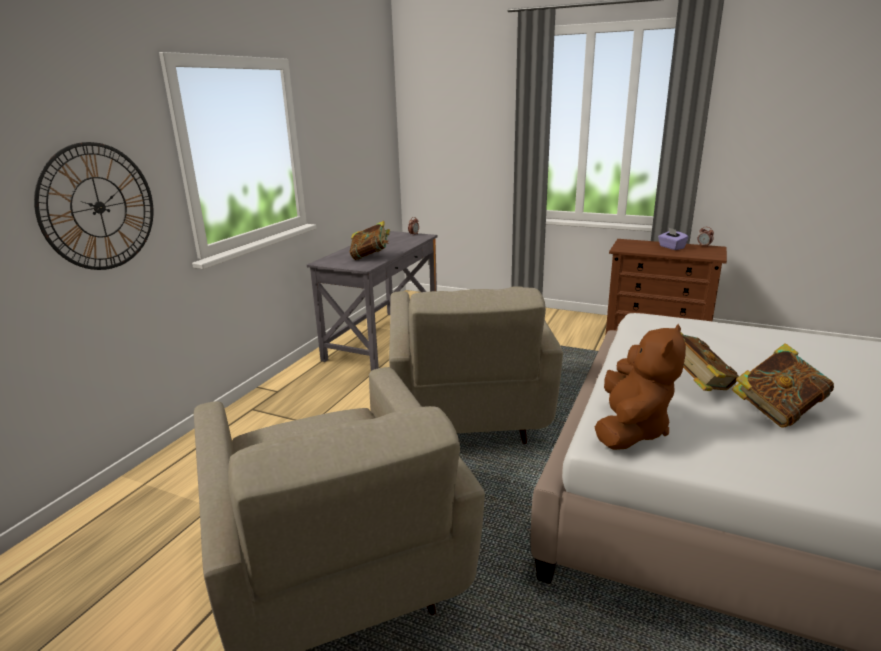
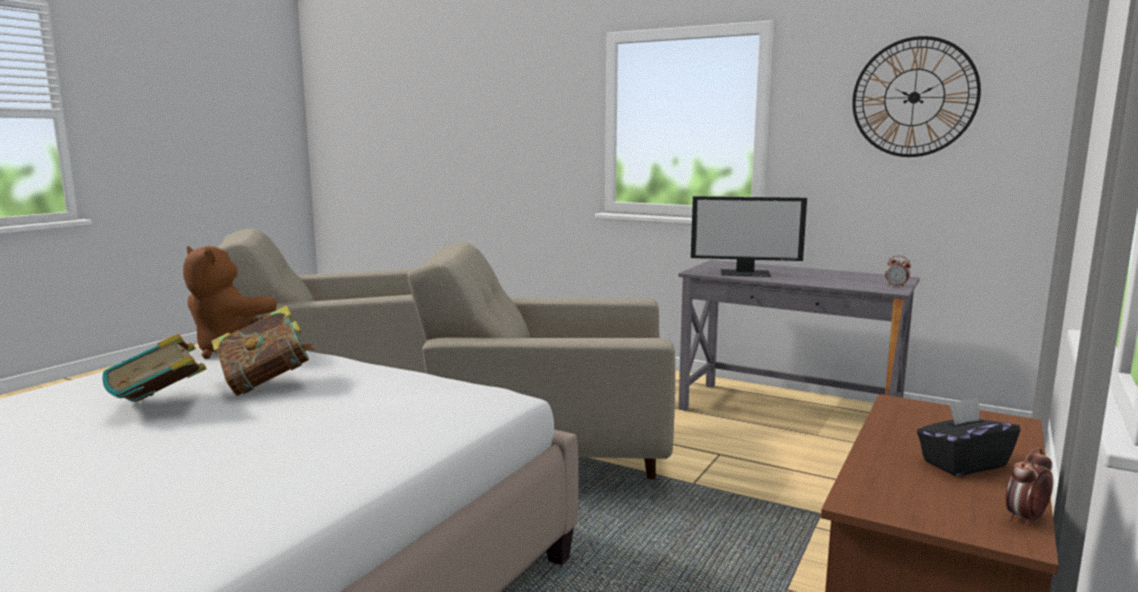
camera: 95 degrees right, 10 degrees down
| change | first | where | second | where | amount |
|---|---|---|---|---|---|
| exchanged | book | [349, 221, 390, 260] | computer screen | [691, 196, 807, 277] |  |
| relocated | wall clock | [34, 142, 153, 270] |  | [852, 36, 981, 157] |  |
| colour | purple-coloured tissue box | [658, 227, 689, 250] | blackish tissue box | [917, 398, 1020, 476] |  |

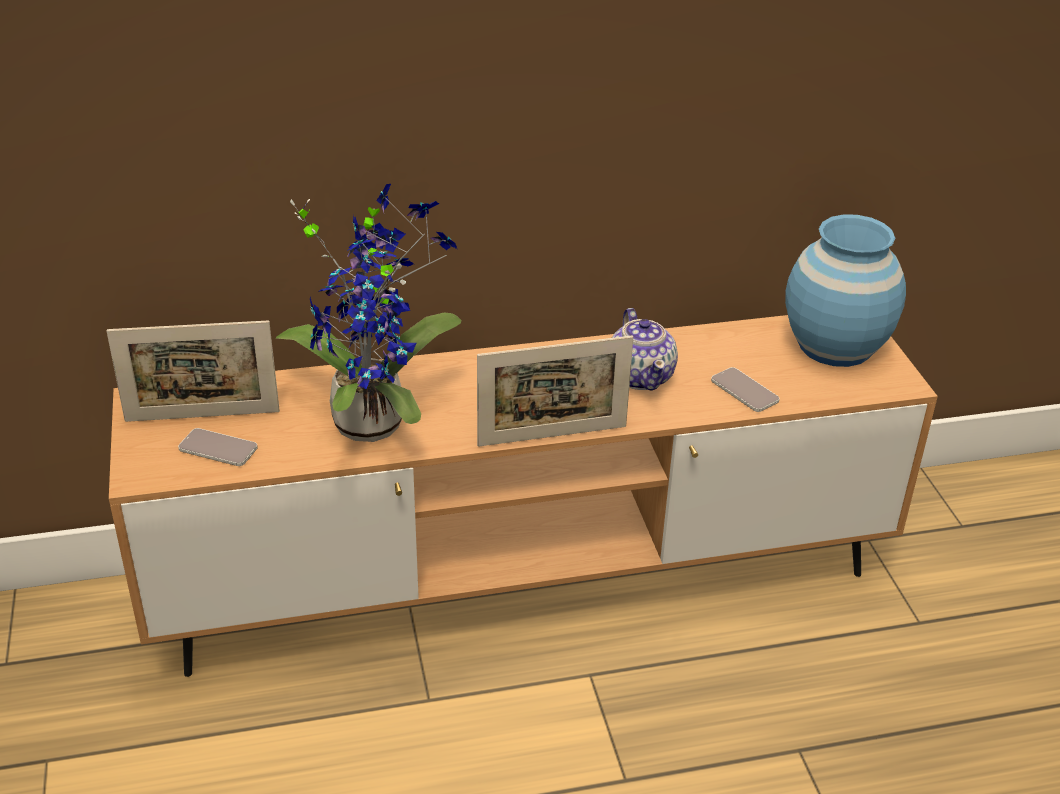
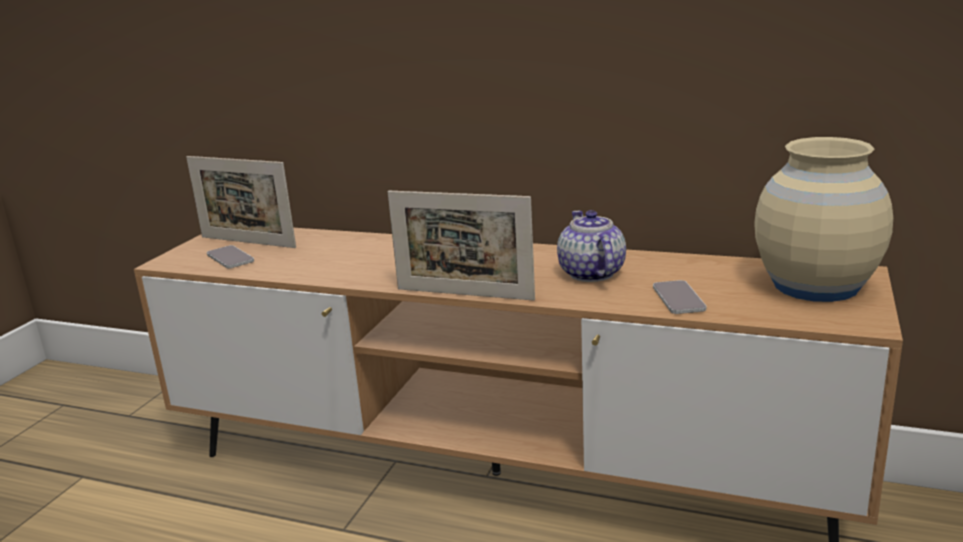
camera: 35 degrees right, 15 degrees down
| change | first | where | second | where | amount |
|---|---|---|---|---|---|
| spun | teapot | [612, 308, 678, 391] |  | [557, 210, 626, 282] | 150 degrees clockwise |
| colour | bluish flower vase | [785, 214, 906, 367] | beige-coloured flower vase | [754, 137, 893, 302] |  |
| missing | plant in a pot | [276, 184, 461, 442] |  |  |  |

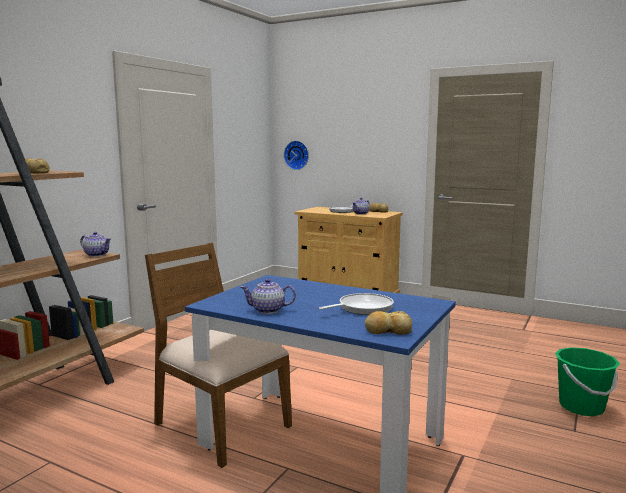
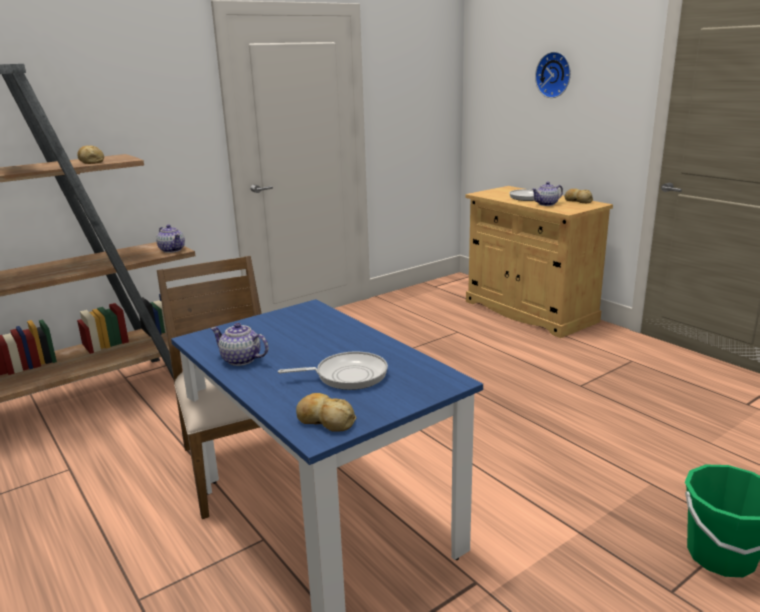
camera: 25 degrees right, 10 degrees up
| change | first | where | second | where | amount |
|---|---|---|---|---|---|
| relocated | wall clock | [284, 141, 309, 170] |  | [535, 51, 571, 98] |  |

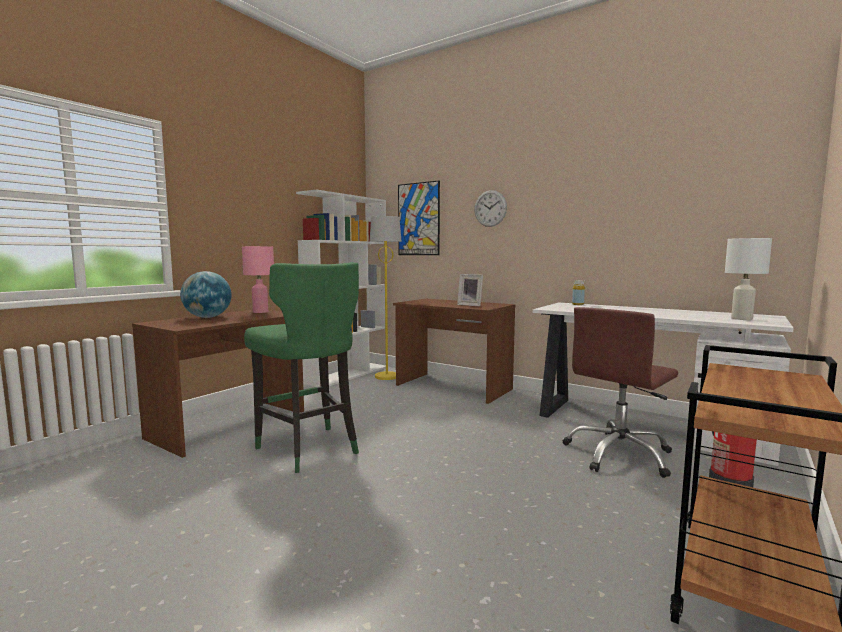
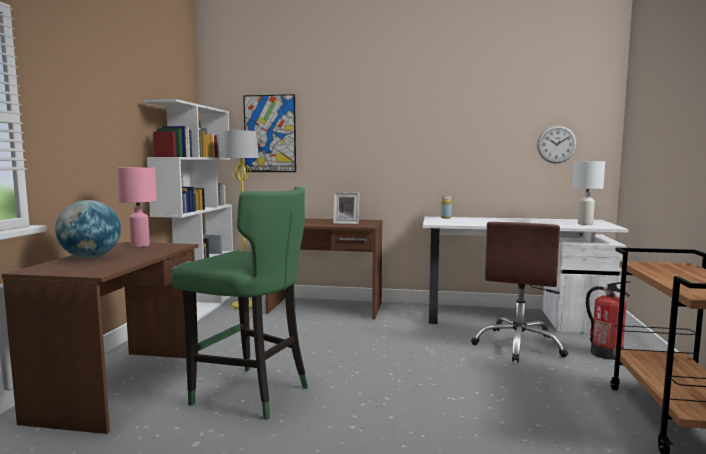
camera: 25 degrees left, 0 degrees up
| change | first | where | second | where | amount |
|---|---|---|---|---|---|
| relocated | wall clock | [474, 190, 507, 227] |  | [537, 125, 577, 164] |  |

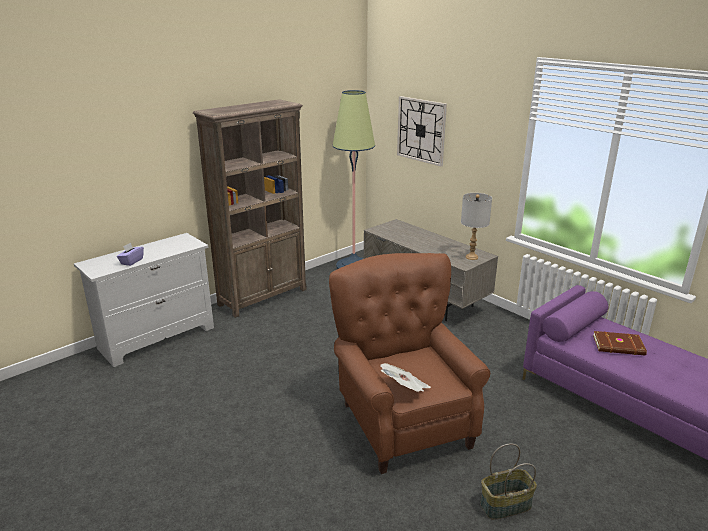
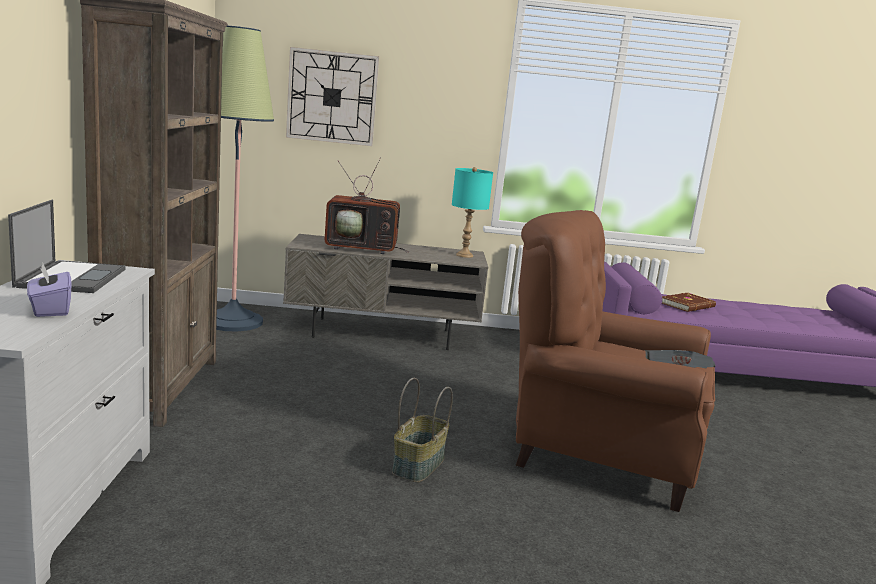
camera: 50 degrees left, 10 degrees down
| change | first | where | second | where | amount |
|---|---|---|---|---|---|
| appeared |  |  | notebook computer | [8, 200, 126, 293] |  |
| appeared |  |  | TV set | [325, 158, 409, 254] |  |
| relocated | basket | [480, 443, 537, 519] |  | [392, 378, 453, 482] |  |
| colour | grey tabletop lamp | [461, 193, 492, 260] | turquoise tabletop lamp | [452, 167, 493, 258] |  |

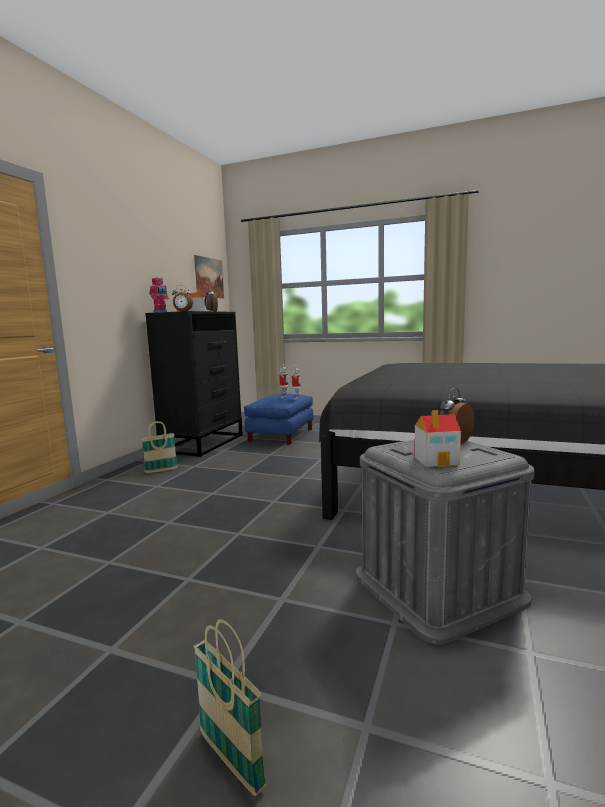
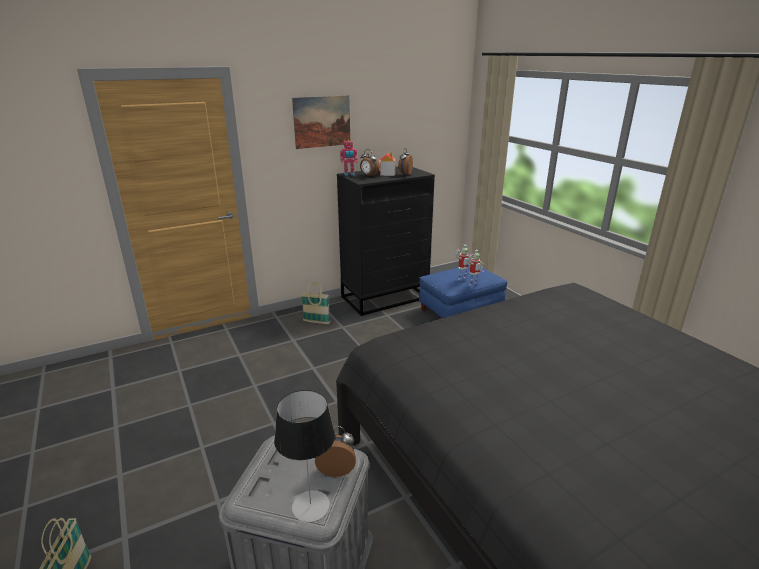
camera: 40 degrees right, 15 degrees up
| change | first | where | second | where | amount |
|---|---|---|---|---|---|
| appeared |  |  | tabletop lamp | [274, 390, 335, 522] |  |
| relocated | wall picture | [194, 255, 224, 298] |  | [292, 95, 350, 149] |  |
| missing | toy house | [414, 410, 461, 467] |  |  |  |

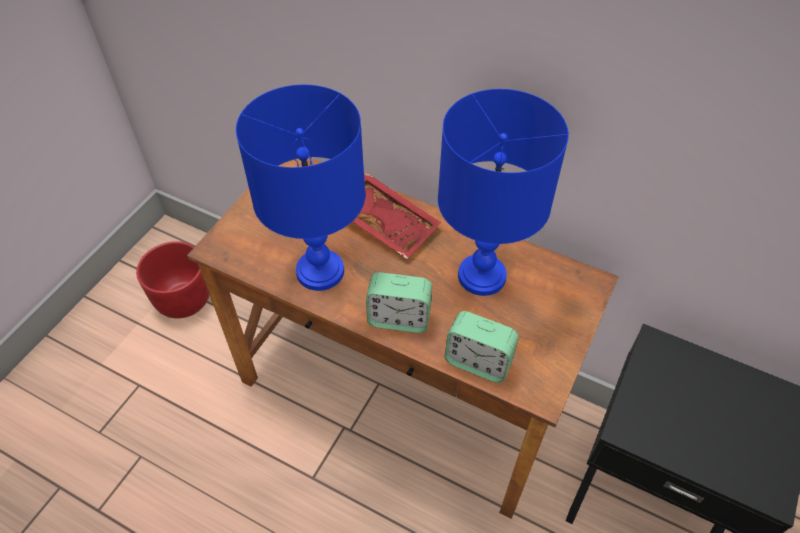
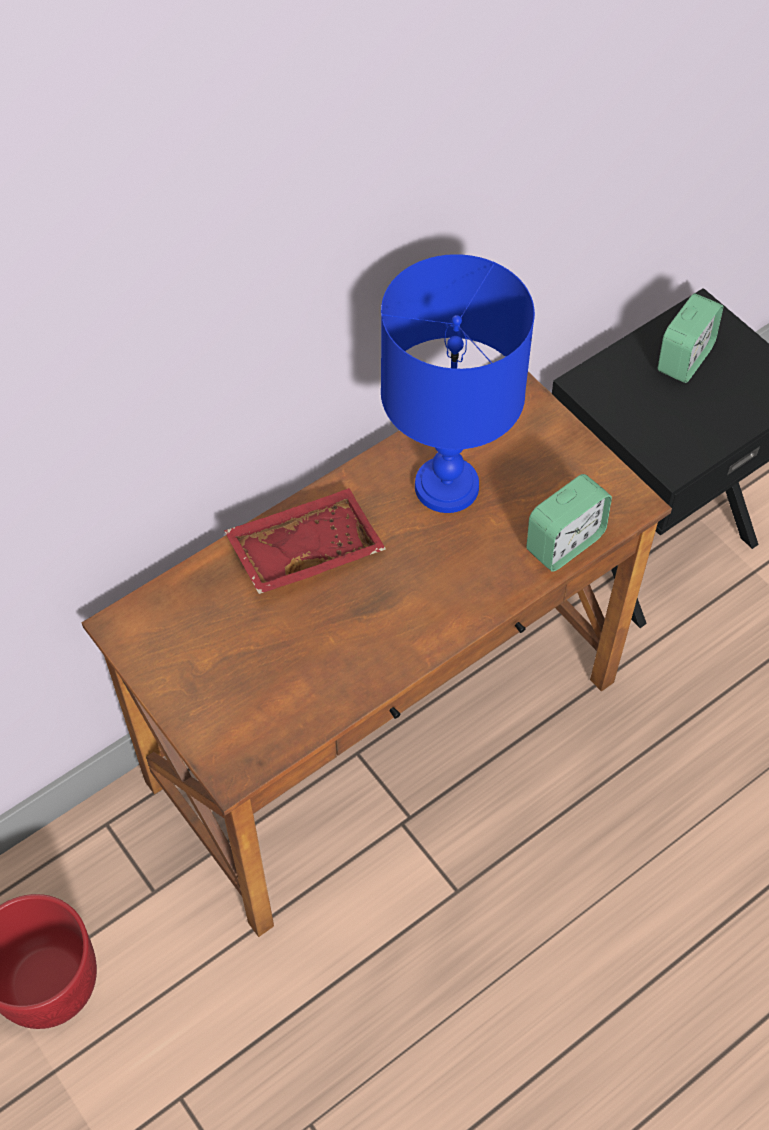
camera: 65 degrees left, 5 degrees up
| change | first | where | second | where | amount |
|---|---|---|---|---|---|
| relocated | alarm clock | [366, 272, 432, 333] |  | [658, 293, 723, 383] |  |
| missing | bluish tabletop lamp | [236, 85, 365, 291] |  |  |  |

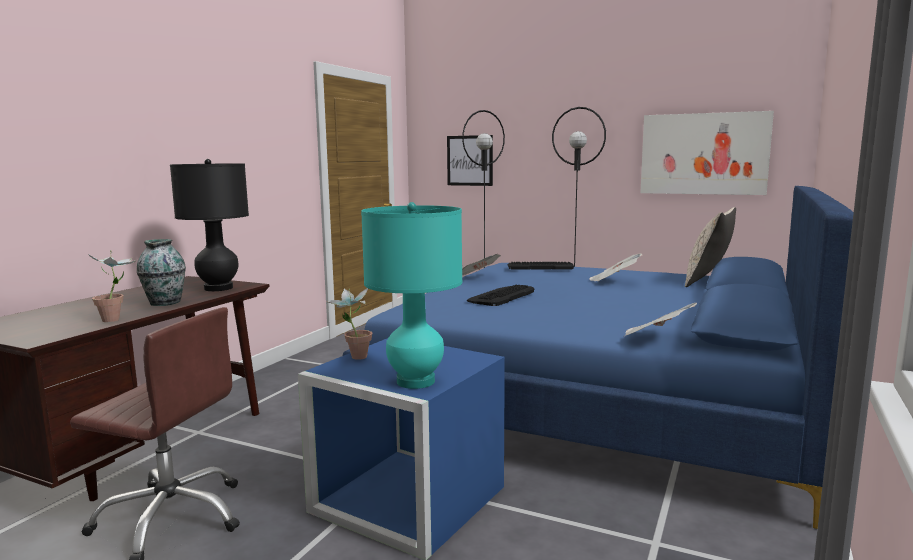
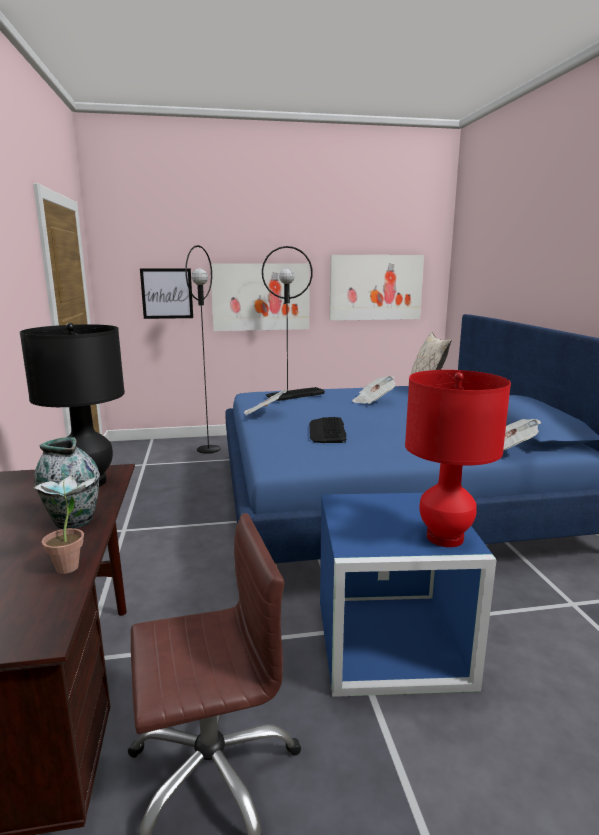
camera: 35 degrees left, 5 degrees up
| change | first | where | second | where | amount |
|---|---|---|---|---|---|
| appeared |  |  | wall picture | [211, 264, 310, 331] |  |
| colour | turquoise tabletop lamp | [361, 202, 463, 389] | red-coloured tabletop lamp | [405, 370, 511, 547] |  |
| missing | plant in a pot | [326, 288, 372, 360] |  |  |  |

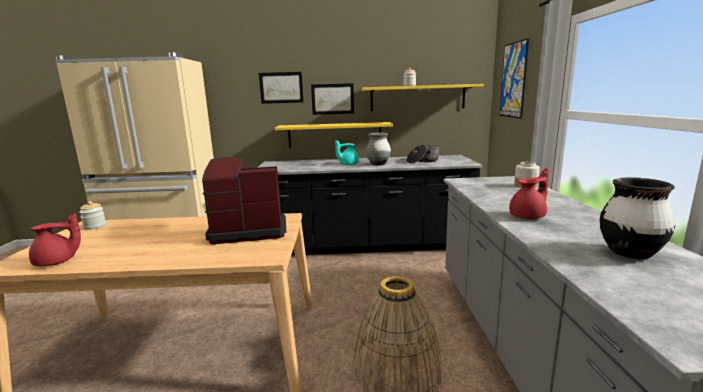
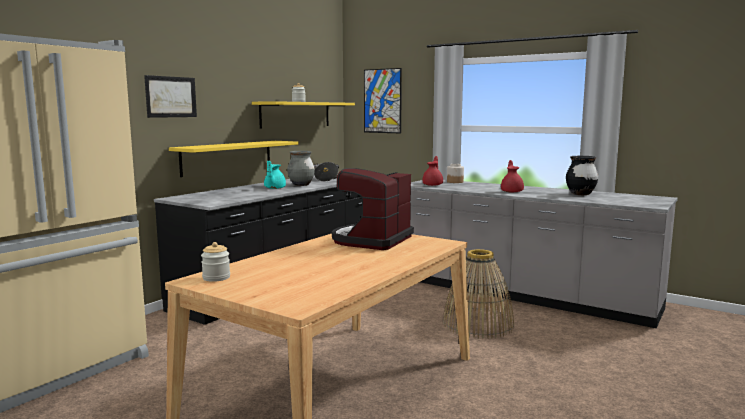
camera: 55 degrees left, 5 degrees down
| change | first | where | second | where | amount |
|---|---|---|---|---|---|
| relocated | red-coloured teapot | [29, 213, 81, 266] |  | [423, 156, 443, 186] |  |
| missing | wall picture | [311, 83, 354, 115] |  |  |  |

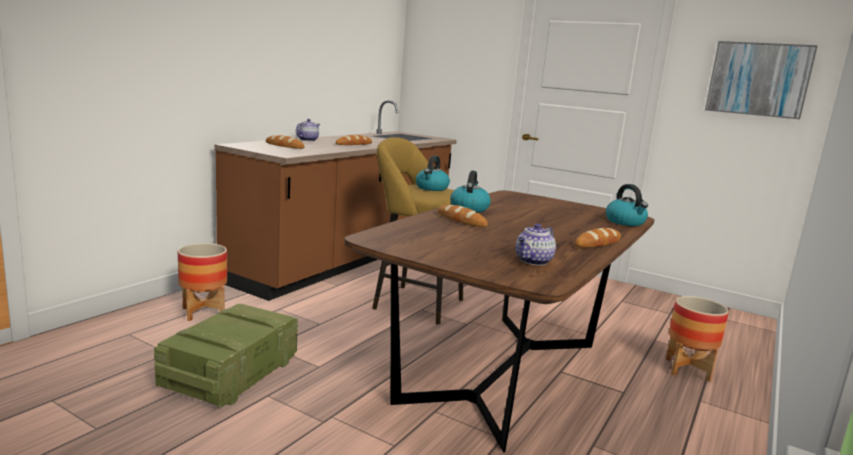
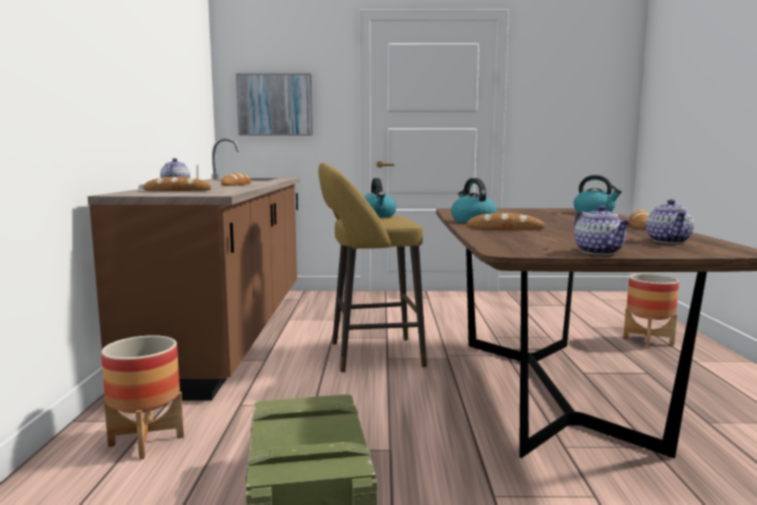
camera: 30 degrees left, 5 degrees down
| change | first | where | second | where | amount |
|---|---|---|---|---|---|
| relocated | wall picture | [705, 41, 818, 119] |  | [236, 74, 313, 135] |  |
| appeared |  |  | teapot | [574, 205, 630, 255] |  |

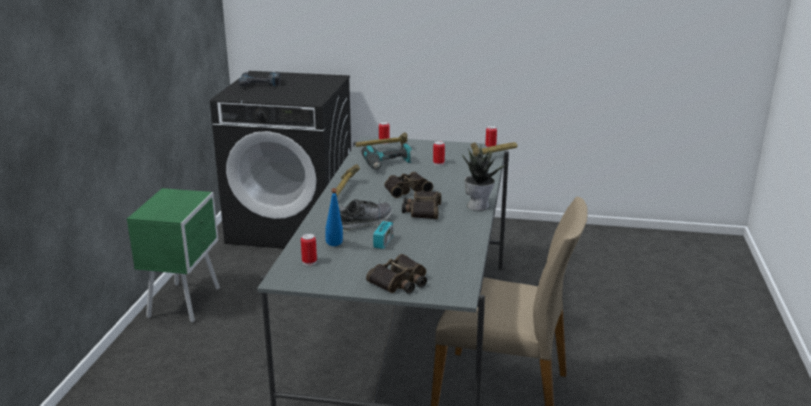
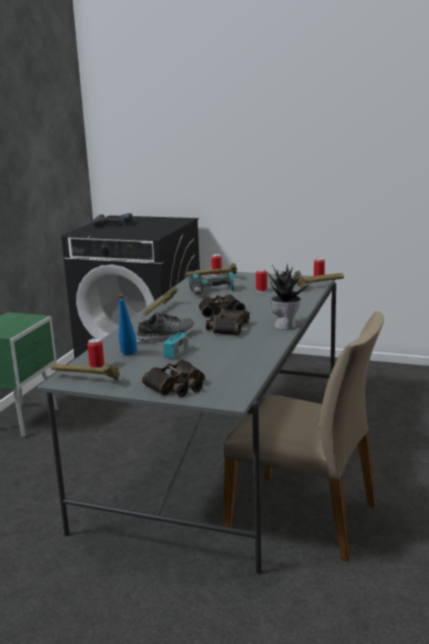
camera: 10 degrees right, 5 degrees down
| change | first | where | second | where | amount |
|---|---|---|---|---|---|
| appeared |  |  | tool hammer | [51, 363, 120, 381] |  |

